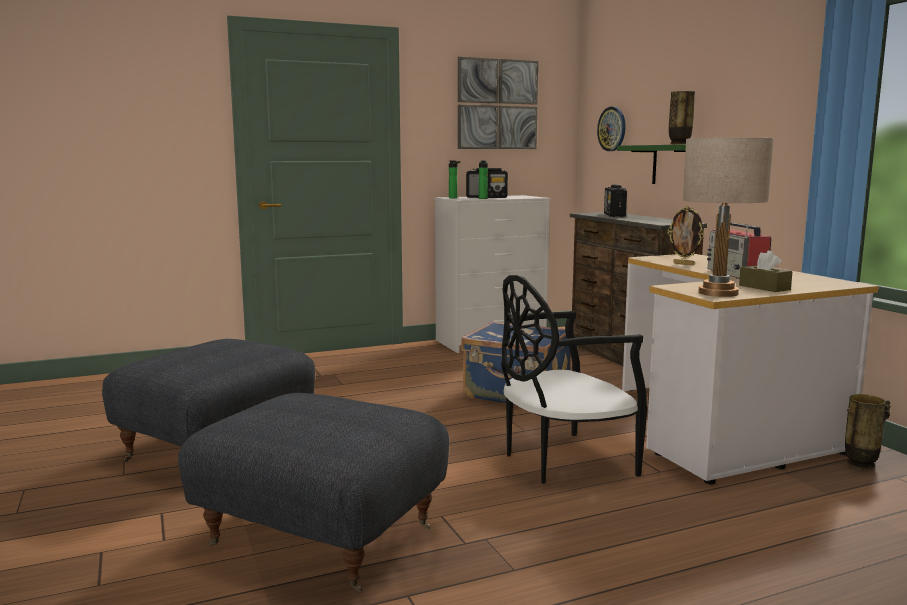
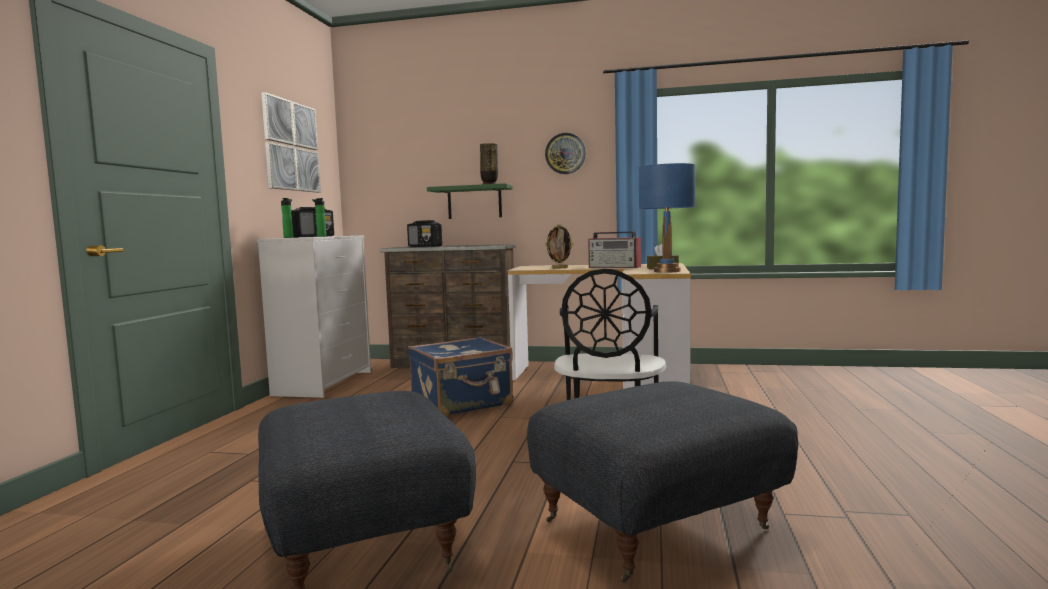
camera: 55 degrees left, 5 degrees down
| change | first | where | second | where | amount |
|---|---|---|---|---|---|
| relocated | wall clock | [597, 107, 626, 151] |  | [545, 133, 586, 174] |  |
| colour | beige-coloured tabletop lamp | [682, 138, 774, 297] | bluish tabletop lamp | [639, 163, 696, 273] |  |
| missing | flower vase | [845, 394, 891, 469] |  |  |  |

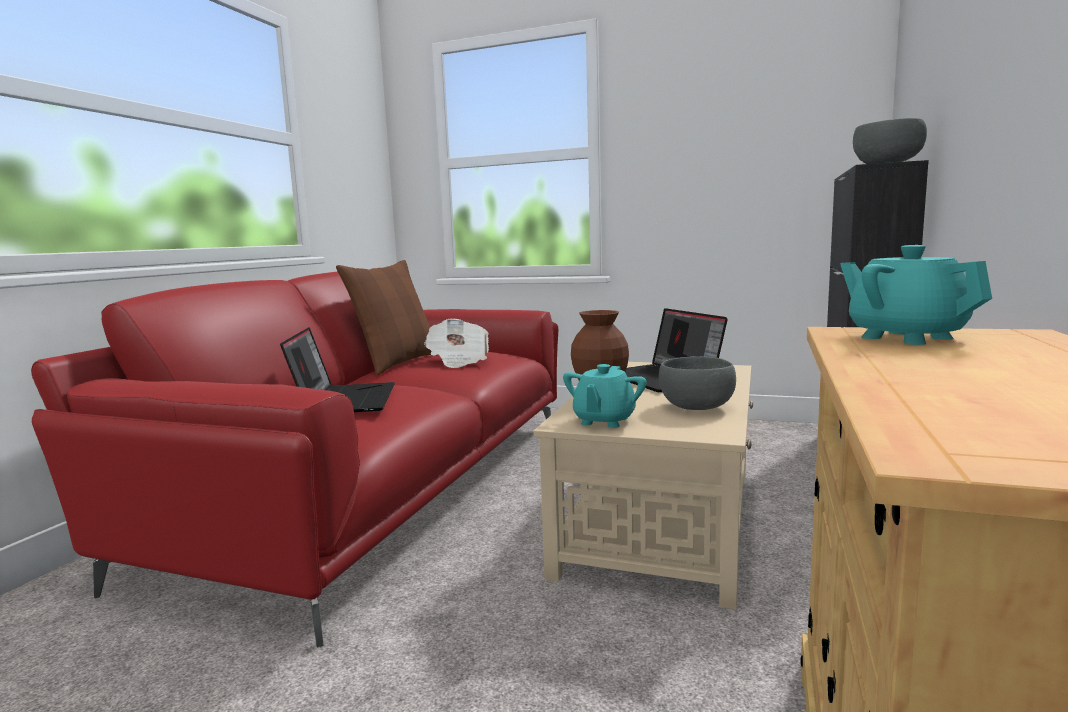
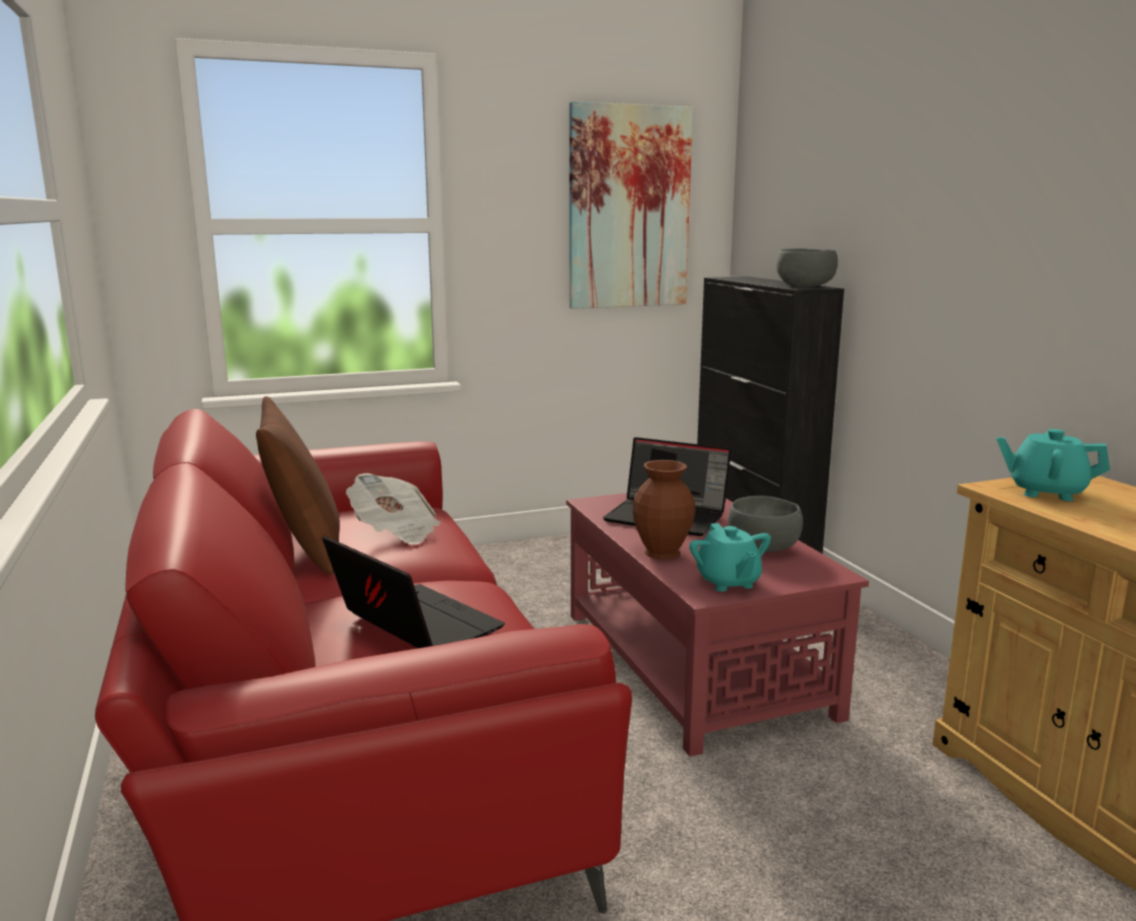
camera: 40 degrees left, 5 degrees up
| change | first | where | second | where | amount |
|---|---|---|---|---|---|
| colour | beige-coloured low table | [533, 362, 753, 610] | red-coloured low table | [566, 493, 869, 757] |  |
| appeared |  |  | wall picture | [569, 101, 693, 309] |  |

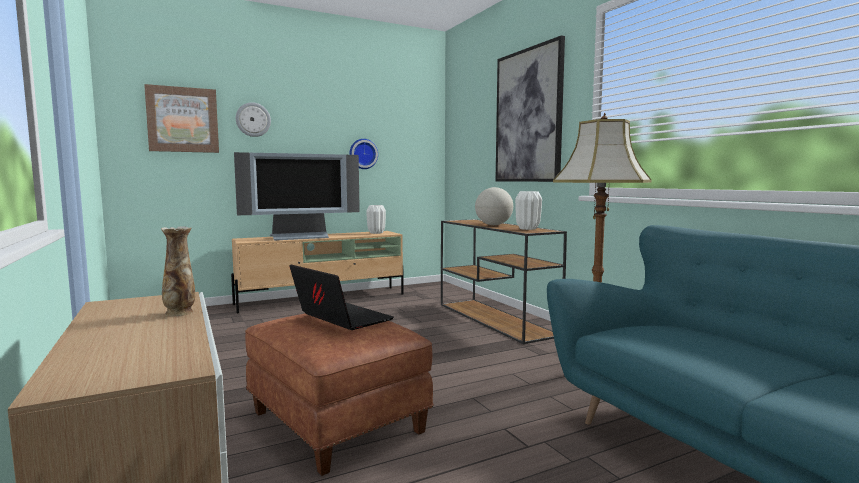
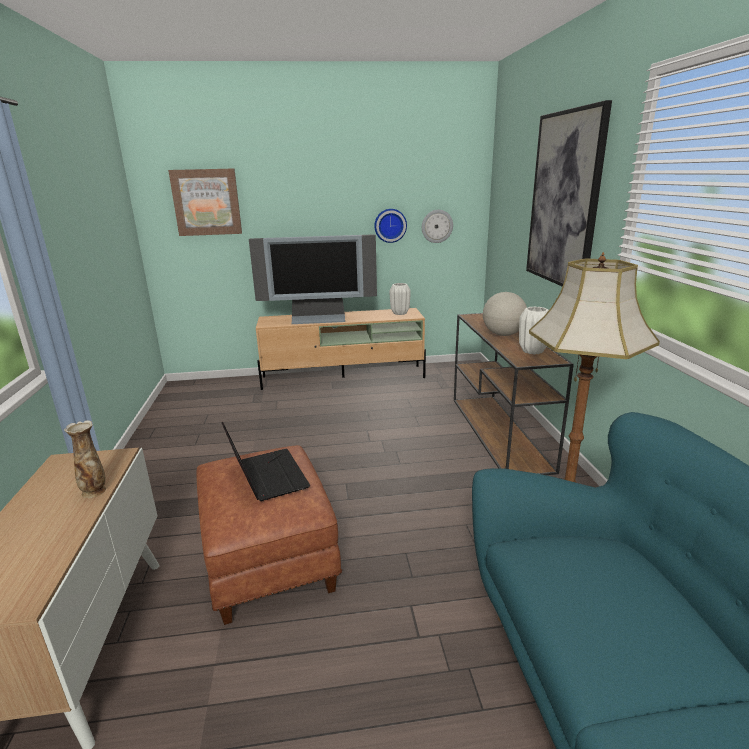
camera: 20 degrees right, 15 degrees up
| change | first | where | second | where | amount |
|---|---|---|---|---|---|
| relocated | wall clock | [236, 102, 271, 137] |  | [422, 210, 453, 243] |  |

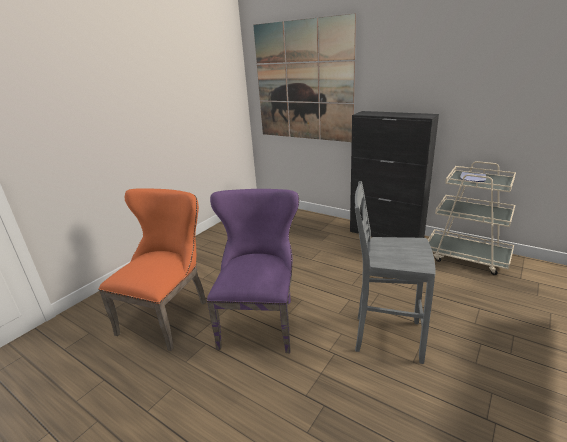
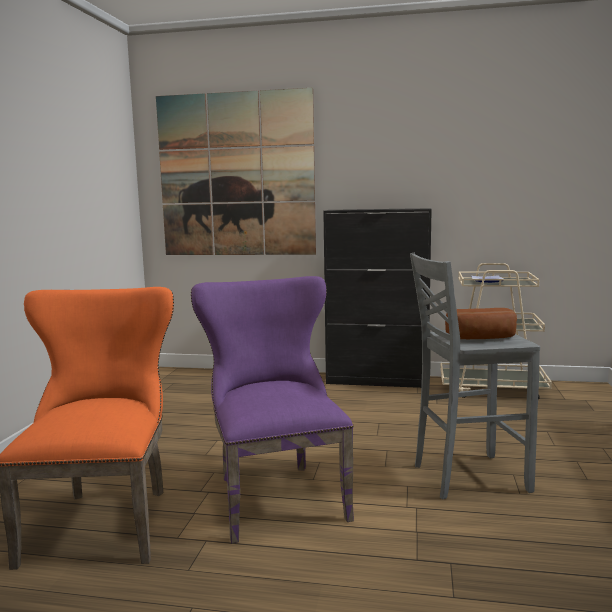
camera: 25 degrees left, 15 degrees down
| change | first | where | second | where | amount |
|---|---|---|---|---|---|
| appeared |  |  | baked bread | [445, 308, 517, 339] |  |

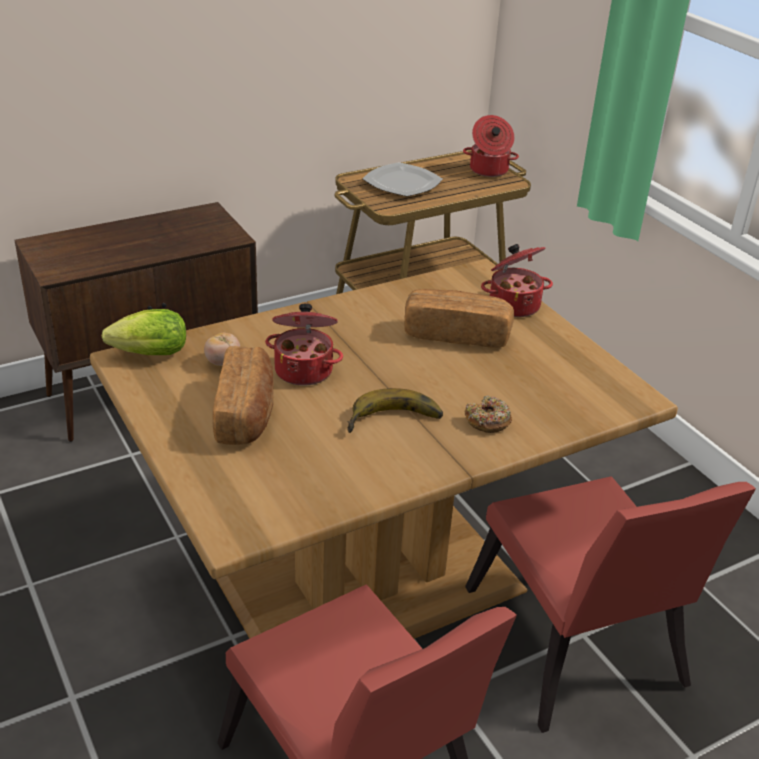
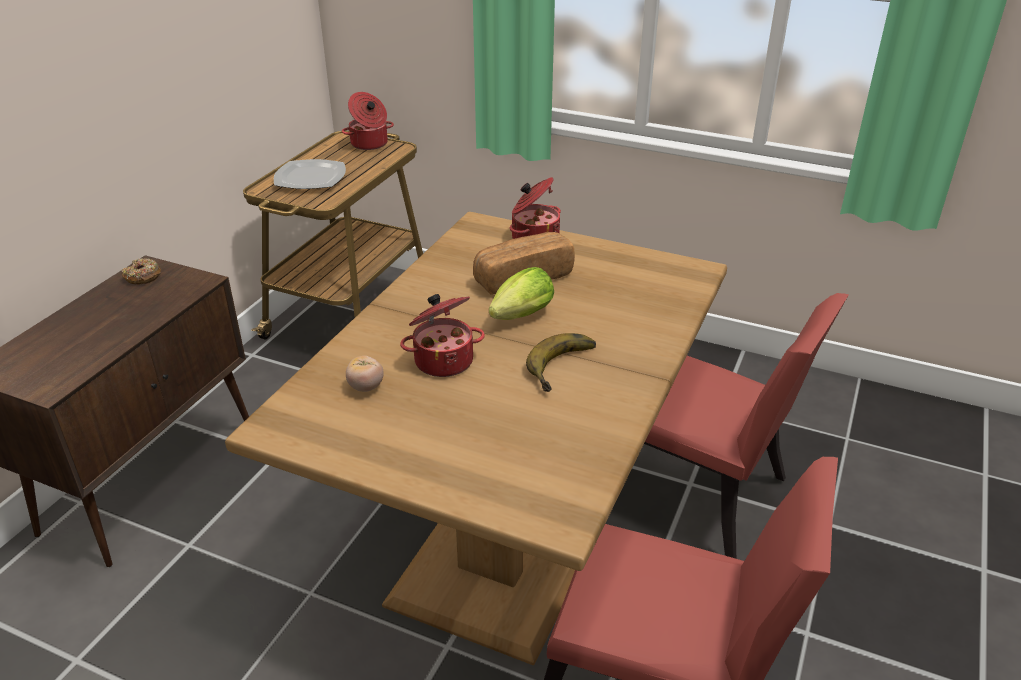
camera: 35 degrees left, 0 degrees up
| change | first | where | second | where | amount |
|---|---|---|---|---|---|
| relocated | doughnut | [464, 396, 512, 433] |  | [122, 258, 161, 284] |  |
| relocated | head of lettuce | [102, 309, 186, 355] |  | [489, 267, 554, 320] |  |
| missing | baked bread | [212, 346, 274, 445] |  |  |  |

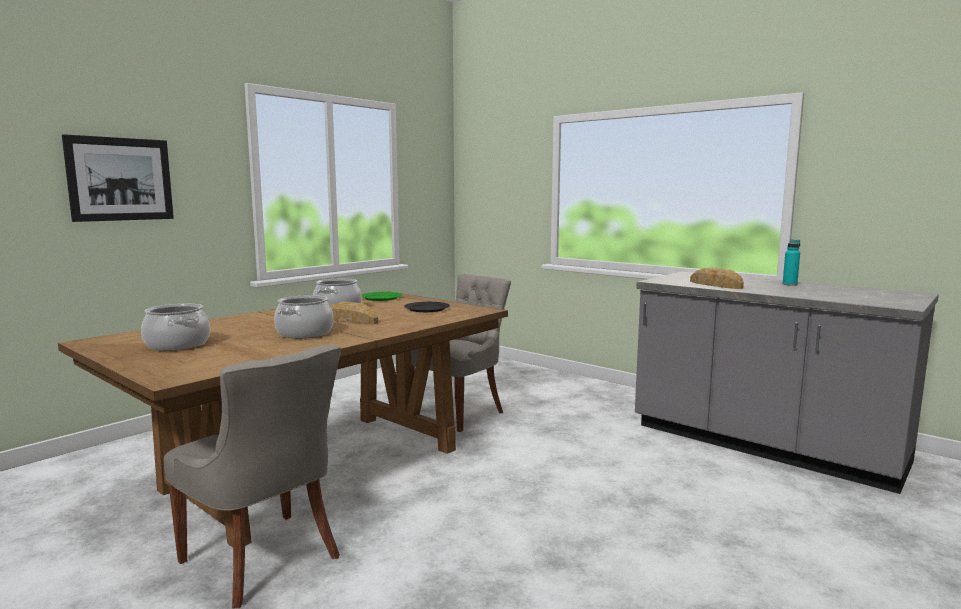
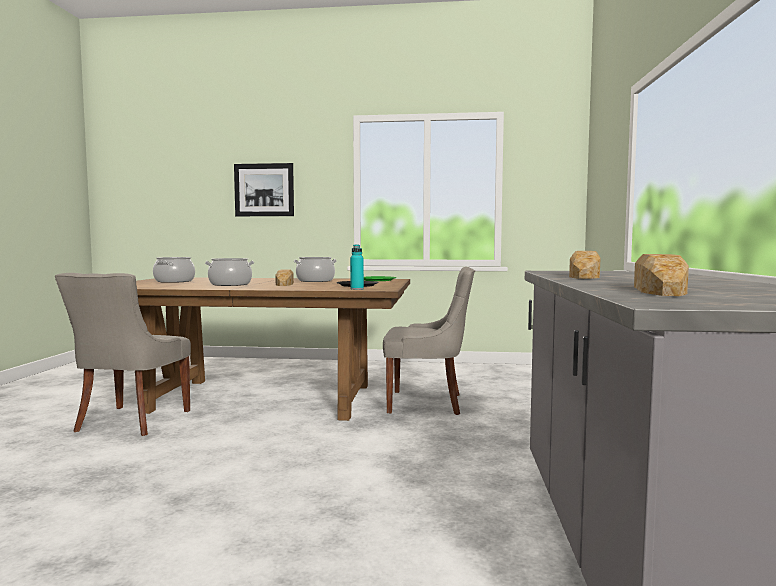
camera: 55 degrees right, 5 degrees down
| change | first | where | second | where | amount |
|---|---|---|---|---|---|
| relocated | turquoise bottle | [783, 239, 800, 286] |  | [350, 245, 364, 290] |  |
| appeared |  |  | baked bread | [634, 254, 689, 296] |  |

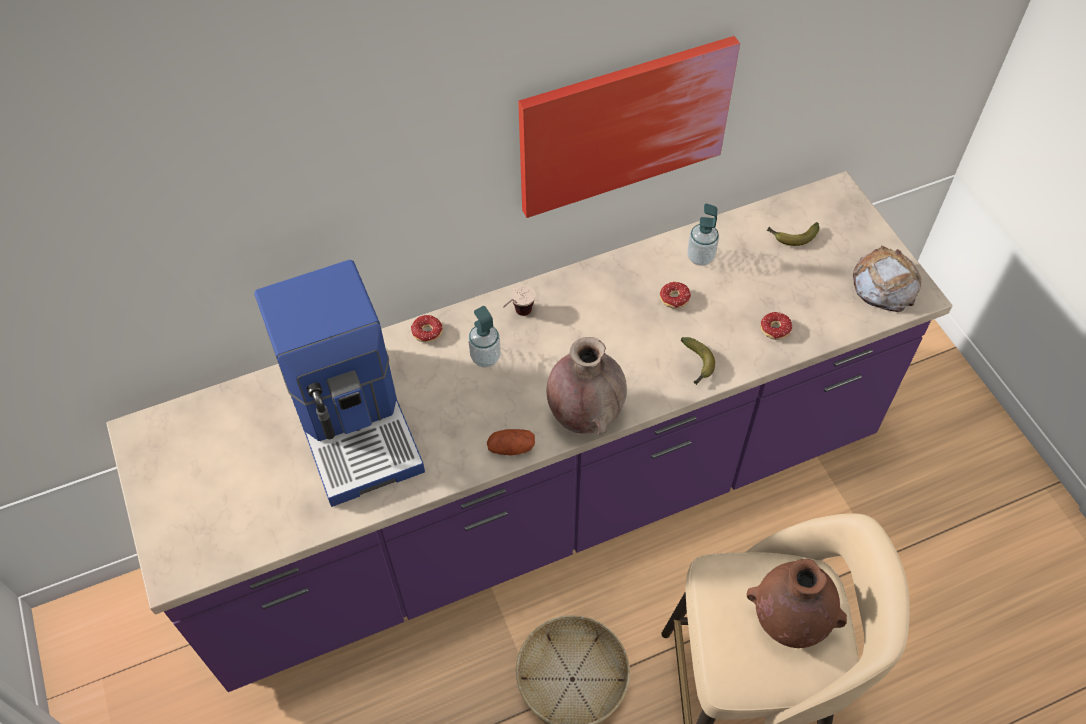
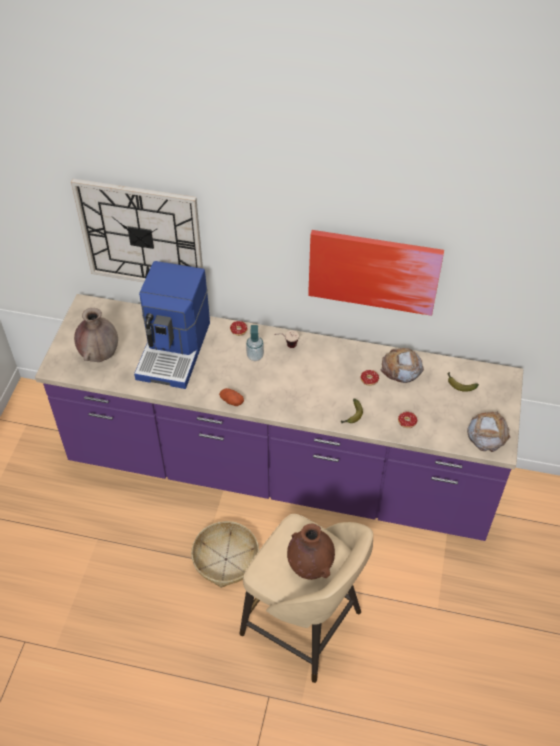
camera: 35 degrees right, 5 degrees down
| change | first | where | second | where | amount |
|---|---|---|---|---|---|
| appeared |  |  | wall clock | [71, 179, 203, 282] |  |
| relocated | brown-coloured flower vase | [546, 337, 627, 435] |  | [74, 308, 118, 362] |  |
| exchanged | soap bottle | [687, 203, 719, 266] | baked bread | [380, 348, 424, 383] |  |

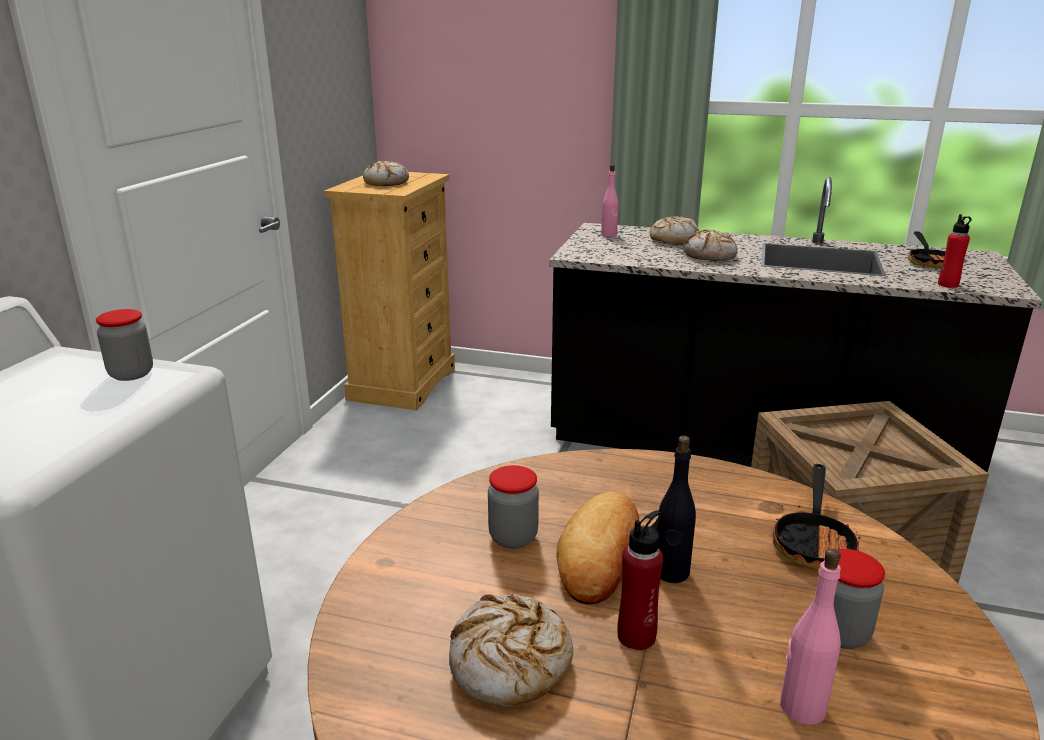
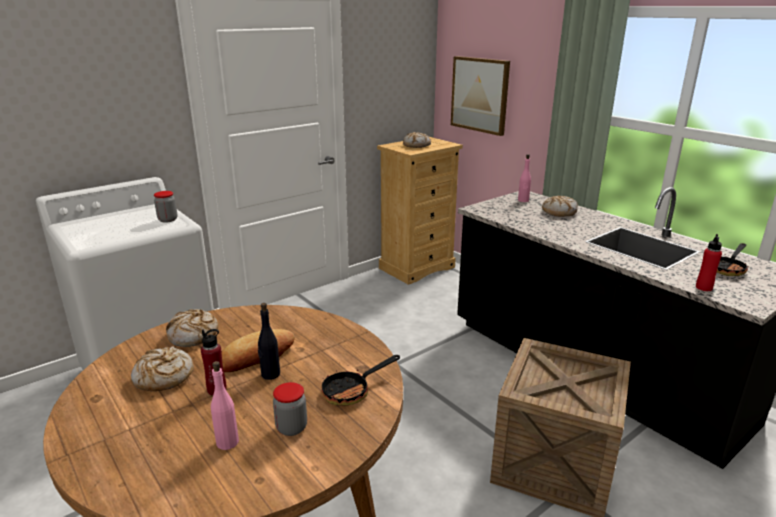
camera: 35 degrees right, 0 degrees up
| change | first | where | second | where | amount |
|---|---|---|---|---|---|
| relocated | baked bread | [683, 230, 738, 261] |  | [166, 309, 218, 347] |  |
| appeared |  |  | wall picture | [451, 56, 510, 136] |  |
| missing | storage jar | [488, 465, 539, 549] |  |  |  |

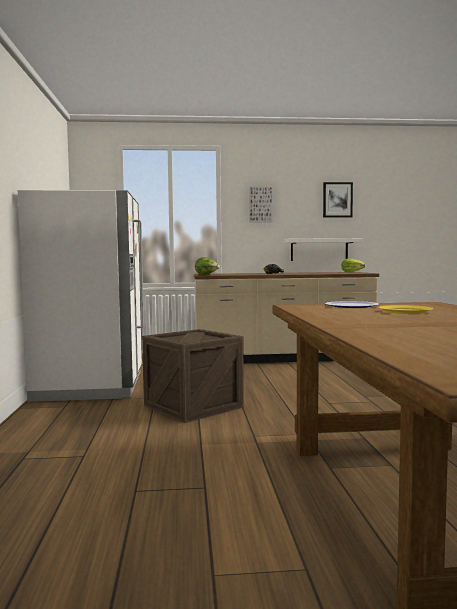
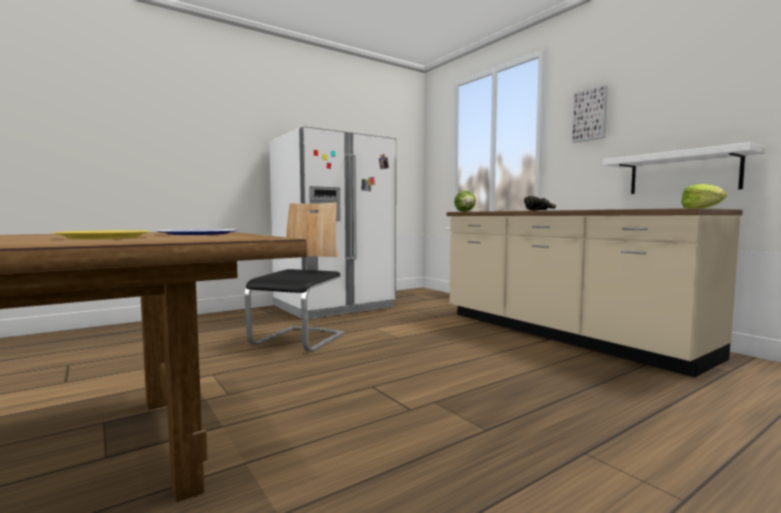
camera: 60 degrees right, 0 degrees up
| change | first | where | second | where | amount |
|---|---|---|---|---|---|
| exchanged | crate | [142, 329, 244, 423] | upright chair | [245, 202, 345, 352] |  |
| missing | wall picture | [323, 182, 353, 218] |  |  |  |

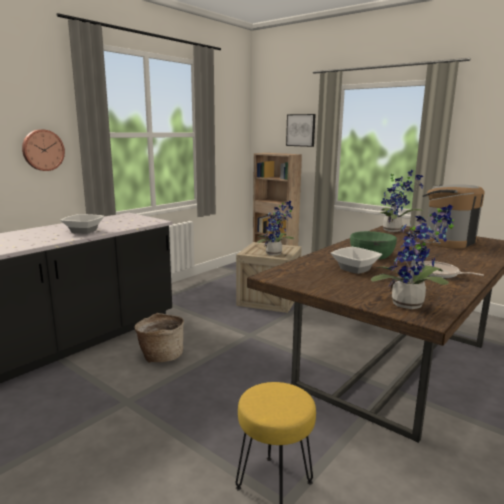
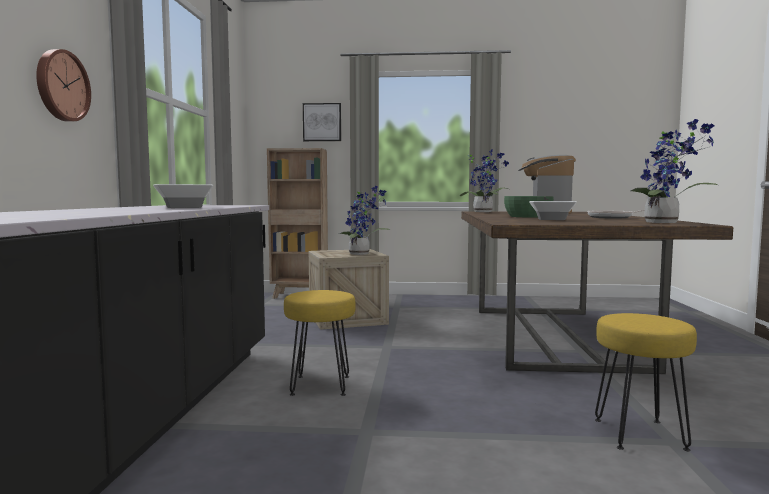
camera: 35 degrees left, 10 degrees down
| change | first | where | second | where | amount |
|---|---|---|---|---|---|
| exchanged | basket | [134, 313, 184, 363] | yellow sitting stool | [284, 290, 356, 396] |  |

